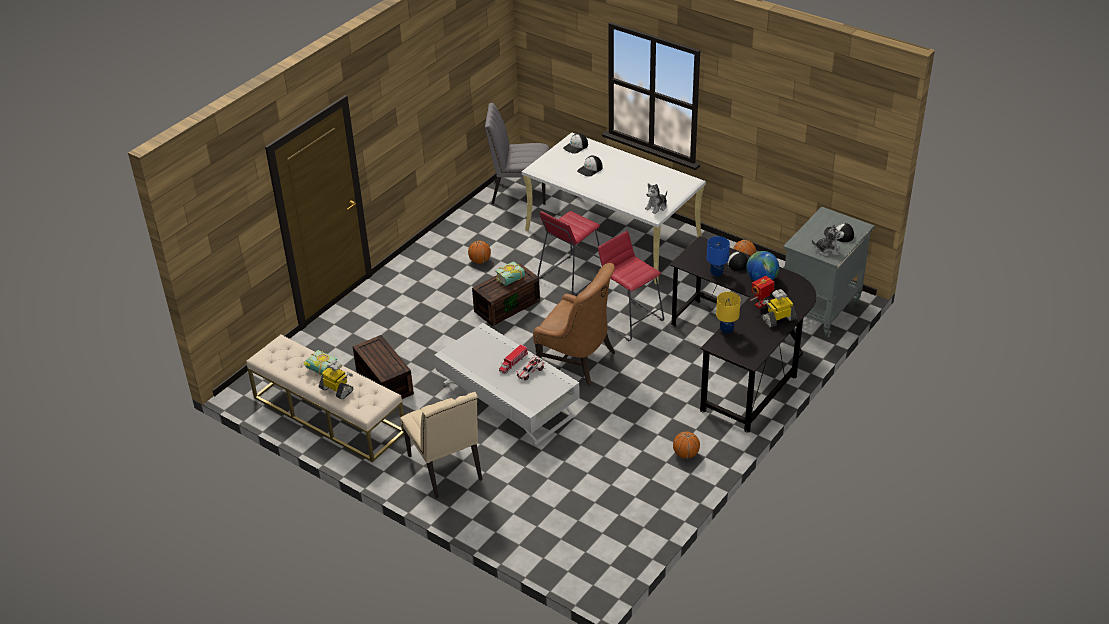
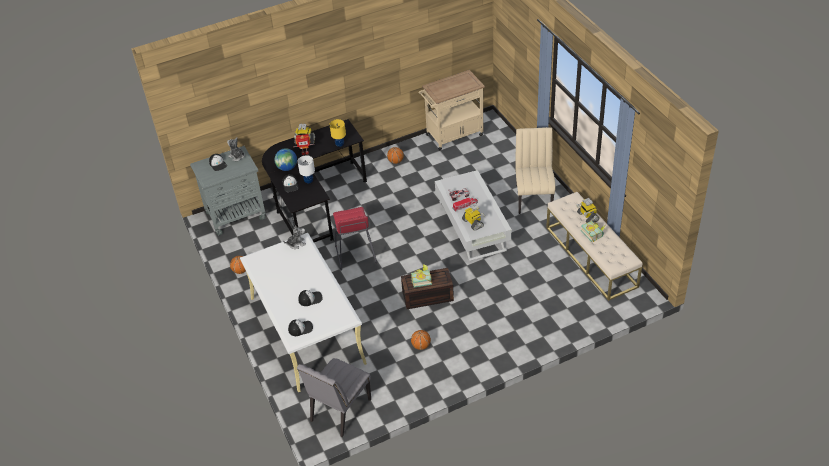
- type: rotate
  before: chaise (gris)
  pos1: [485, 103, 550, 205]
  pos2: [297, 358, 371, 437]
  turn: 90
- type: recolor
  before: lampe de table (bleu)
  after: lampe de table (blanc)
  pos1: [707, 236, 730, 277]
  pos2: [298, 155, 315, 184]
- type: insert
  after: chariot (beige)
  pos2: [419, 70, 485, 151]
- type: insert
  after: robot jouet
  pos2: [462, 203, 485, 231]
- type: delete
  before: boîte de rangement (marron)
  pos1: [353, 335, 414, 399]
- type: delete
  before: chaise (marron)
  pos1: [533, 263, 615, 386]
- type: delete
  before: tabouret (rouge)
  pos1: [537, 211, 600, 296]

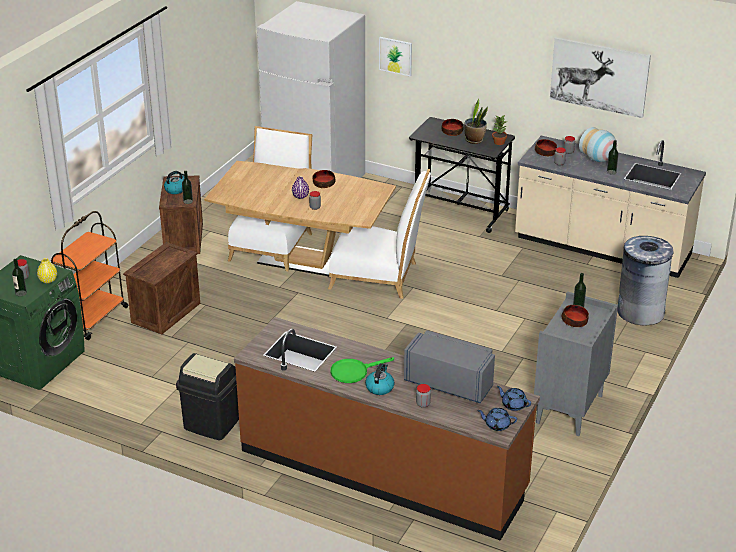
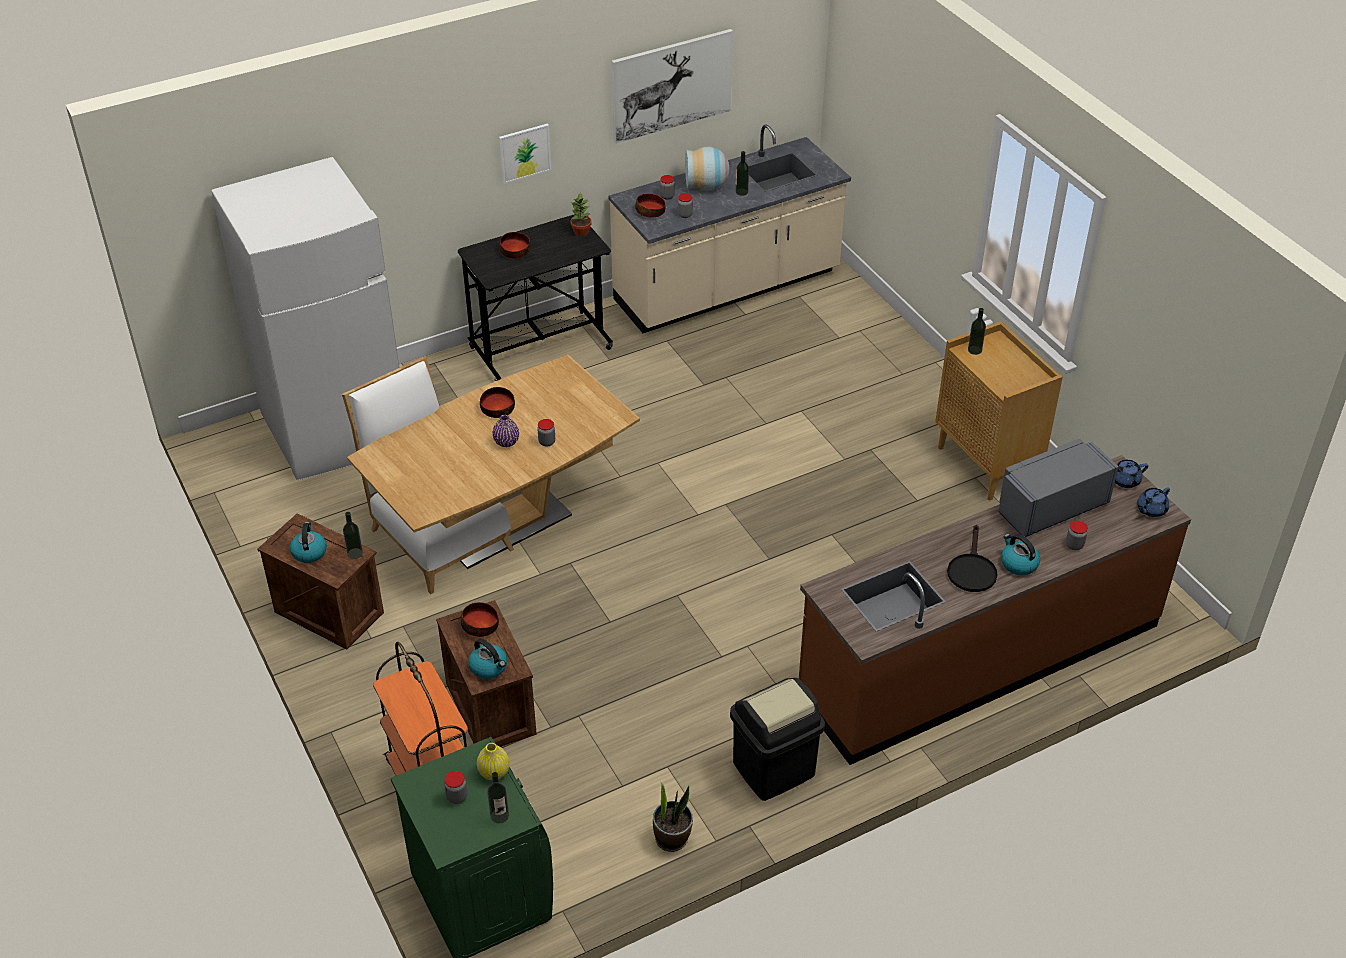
- type: move
  before: bol
  pos1: [562, 305, 589, 327]
  pos2: [461, 602, 499, 637]
- type: insert
  after: bouilloire
  pos2: [468, 639, 507, 679]
- type: move
  before: tableau
  pos1: [379, 37, 412, 77]
  pos2: [499, 124, 552, 184]
- type: move
  before: plante en pot
  pos1: [464, 99, 488, 144]
  pos2: [653, 781, 693, 852]
- type: recolor
  before: meuble de rangement (gris)
  after: meuble de rangement (marron)
  pos1: [534, 291, 618, 436]
  pos2: [935, 321, 1063, 500]
- type: recolor
  before: poêle (vert)
  after: poêle (noir)
  pos1: [330, 357, 394, 383]
  pos2: [947, 525, 998, 592]
- type: delete
  before: chaise (blanc)
  pos1: [328, 169, 431, 299]
- type: delete
  before: poubelle (gris)
  pos1: [617, 236, 674, 325]

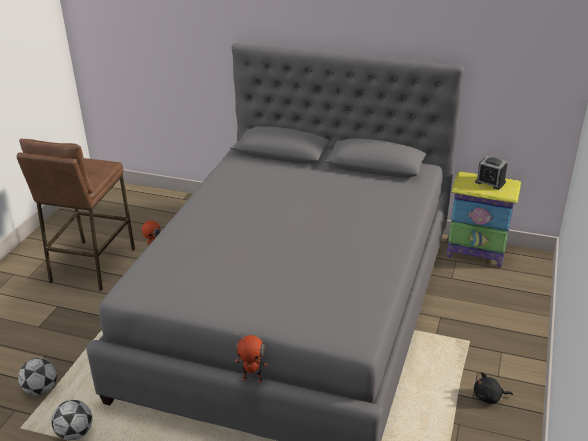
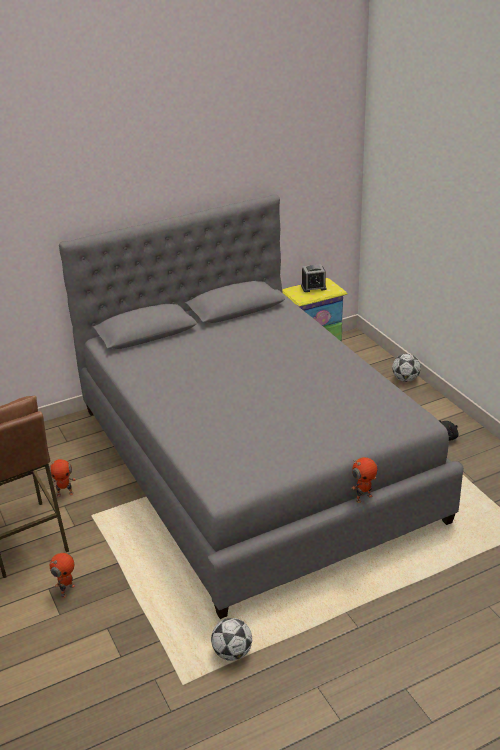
- type: insert
  after: robot jouet
  pos2: [49, 553, 75, 598]
- type: move
  before: ballon de foot
  pos1: [18, 358, 57, 395]
  pos2: [392, 354, 421, 382]

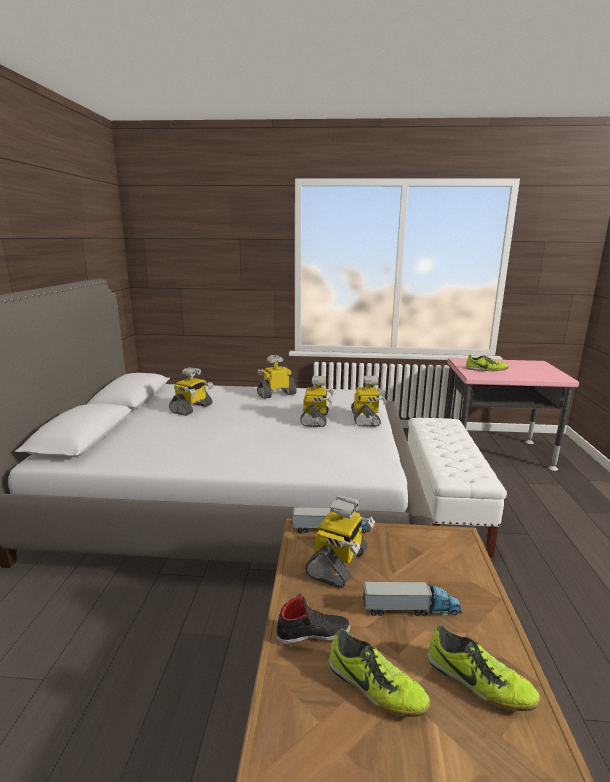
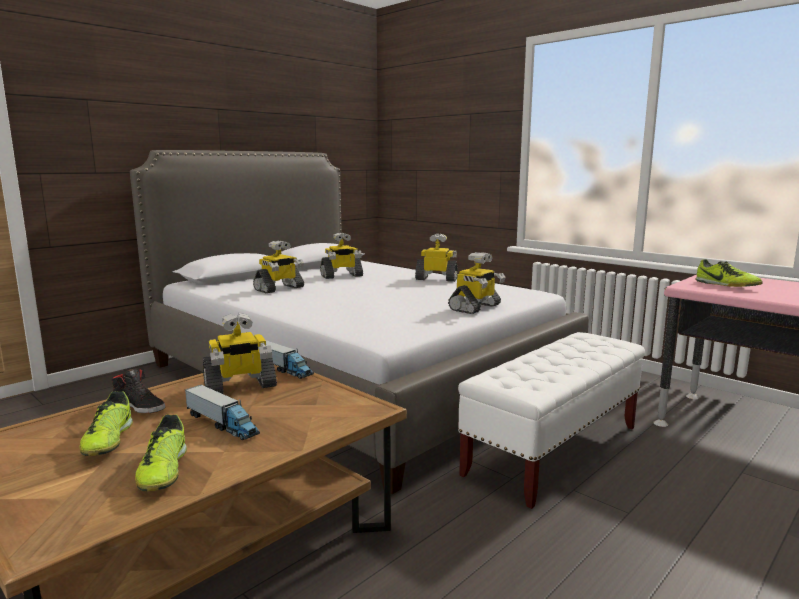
- type: move
  before: robot jouet
  pos1: [300, 376, 334, 427]
  pos2: [253, 241, 304, 293]

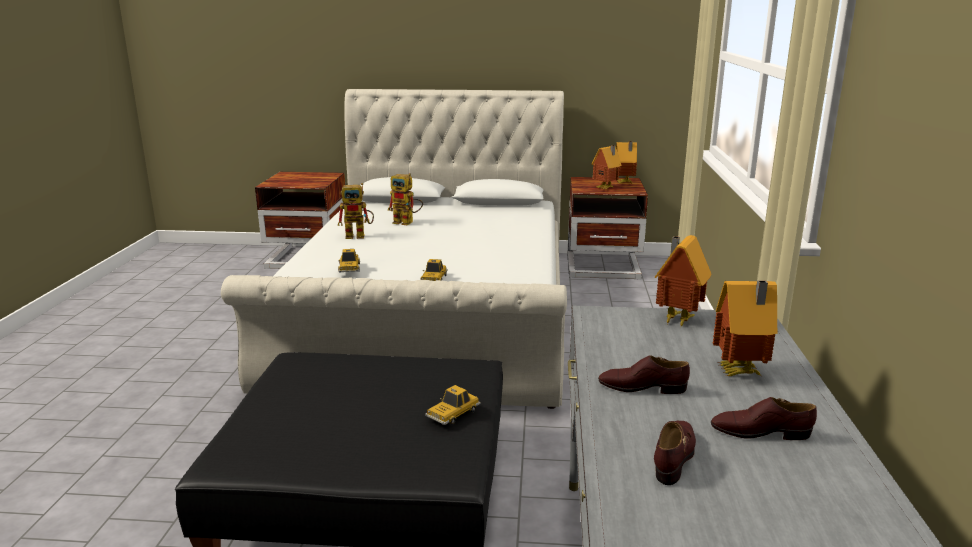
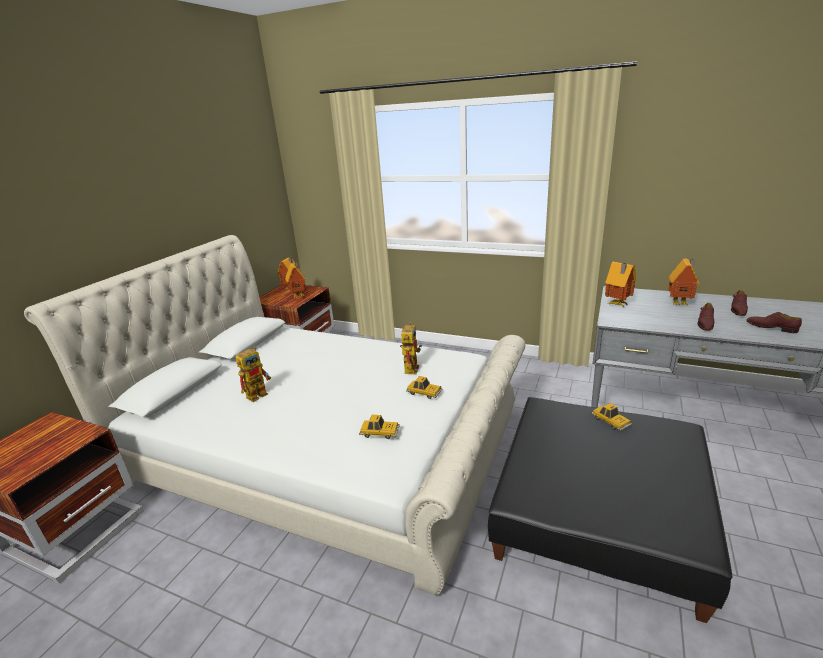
- type: move
  before: robot jouet
  pos1: [338, 183, 374, 239]
  pos2: [400, 321, 422, 374]

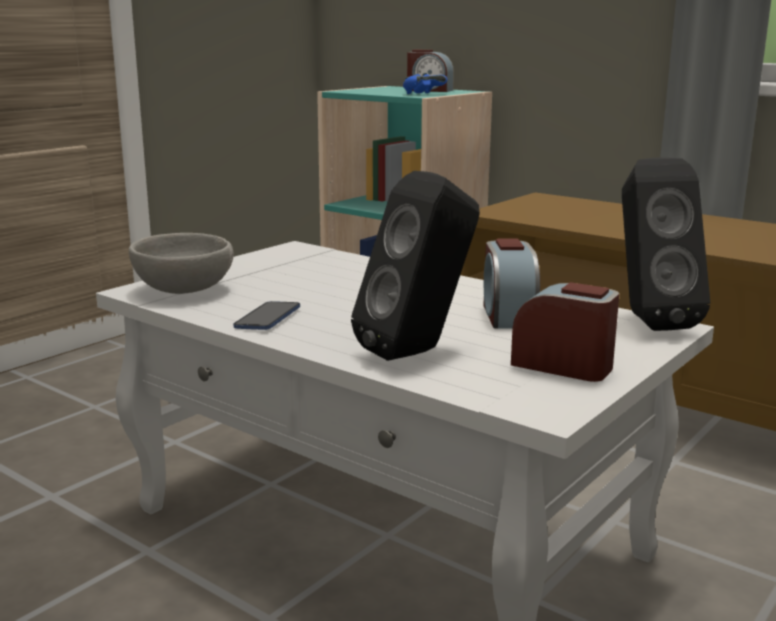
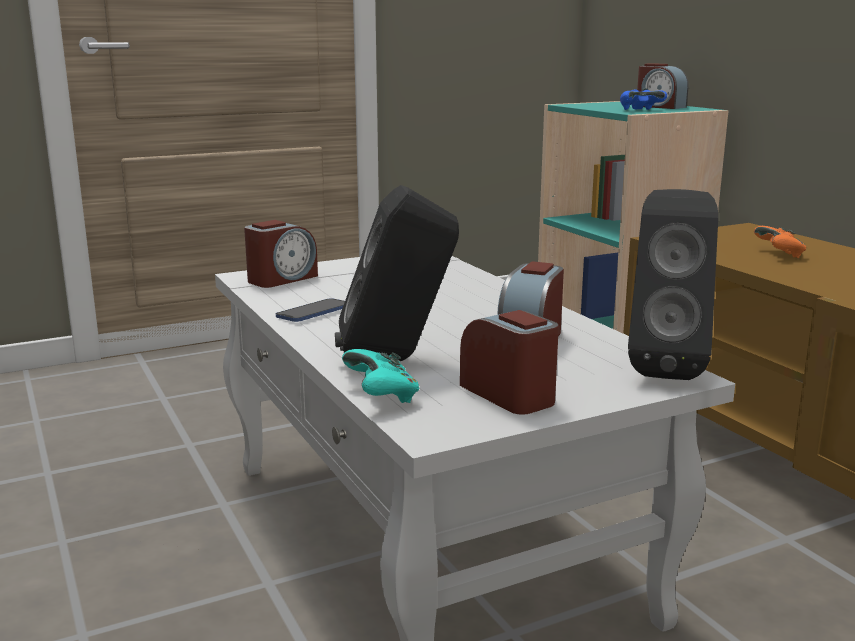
- type: replace
  before: bol (gris)
  after: réveil
  pos1: [129, 233, 234, 294]
  pos2: [244, 220, 318, 288]
- type: insert
  after: manette (turquoise)
  pos2: [342, 349, 419, 403]
- type: insert
  after: manette (orange)
  pos2: [754, 226, 806, 258]

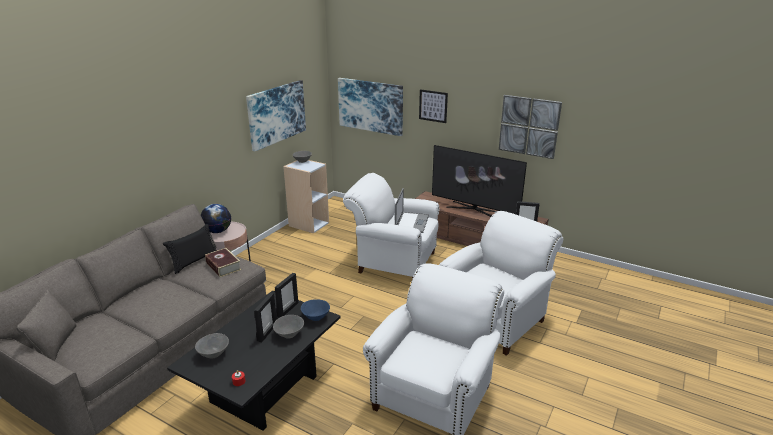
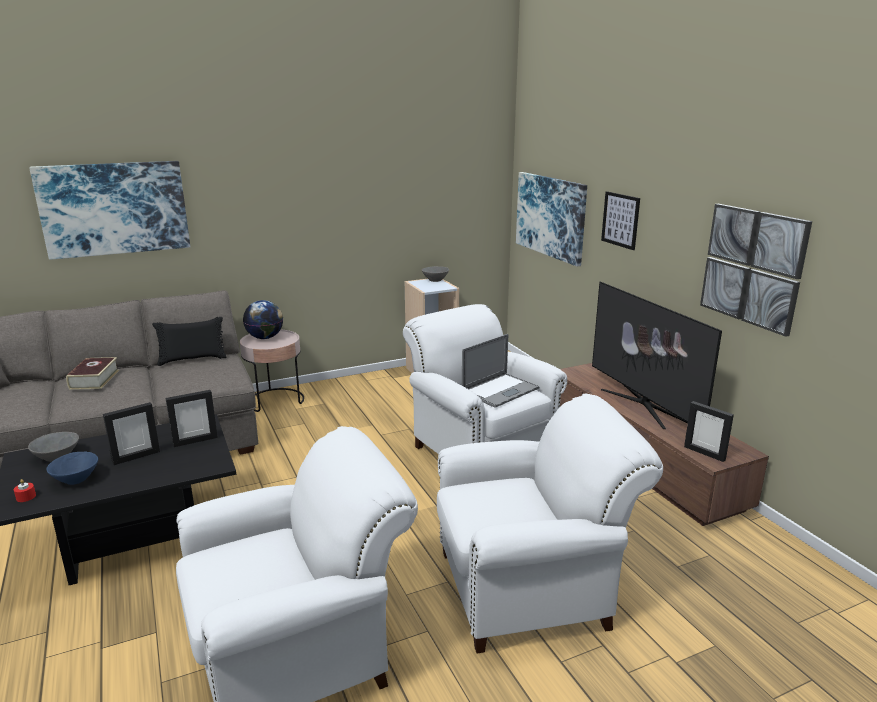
- type: move
  before: tableau
  pos1: [246, 80, 306, 151]
  pos2: [29, 161, 190, 260]
- type: move
  before: bol (bleu)
  pos1: [301, 299, 330, 321]
  pos2: [46, 452, 98, 485]
- type: move
  before: livre
  pos1: [205, 248, 241, 277]
  pos2: [66, 357, 119, 390]
- type: delete
  before: bol (gris)
  pos1: [273, 315, 304, 339]

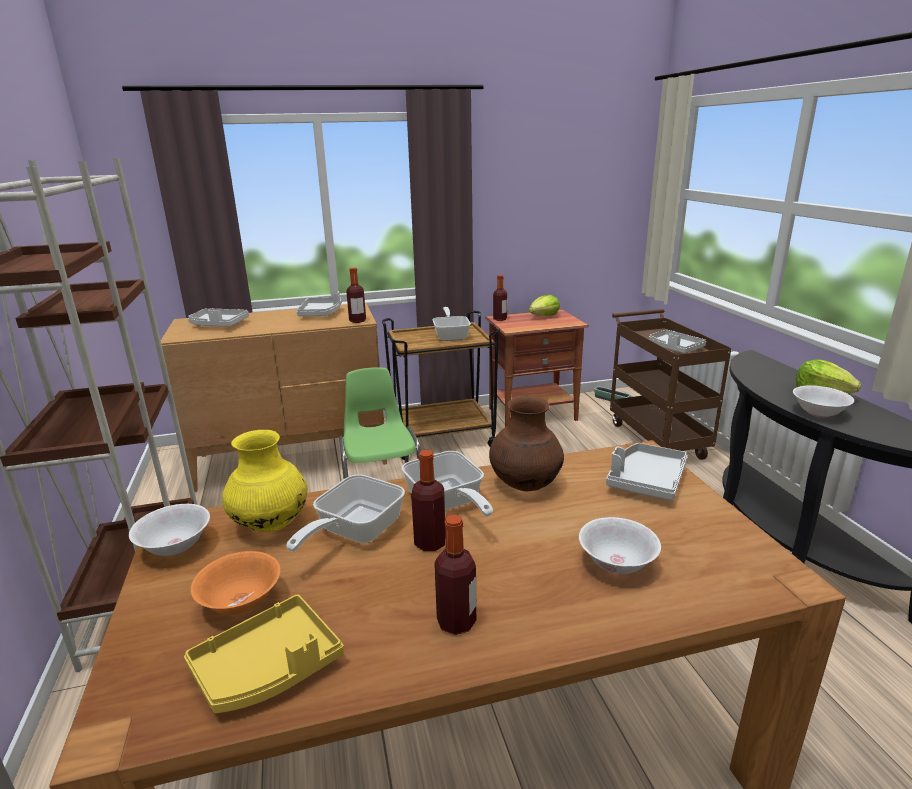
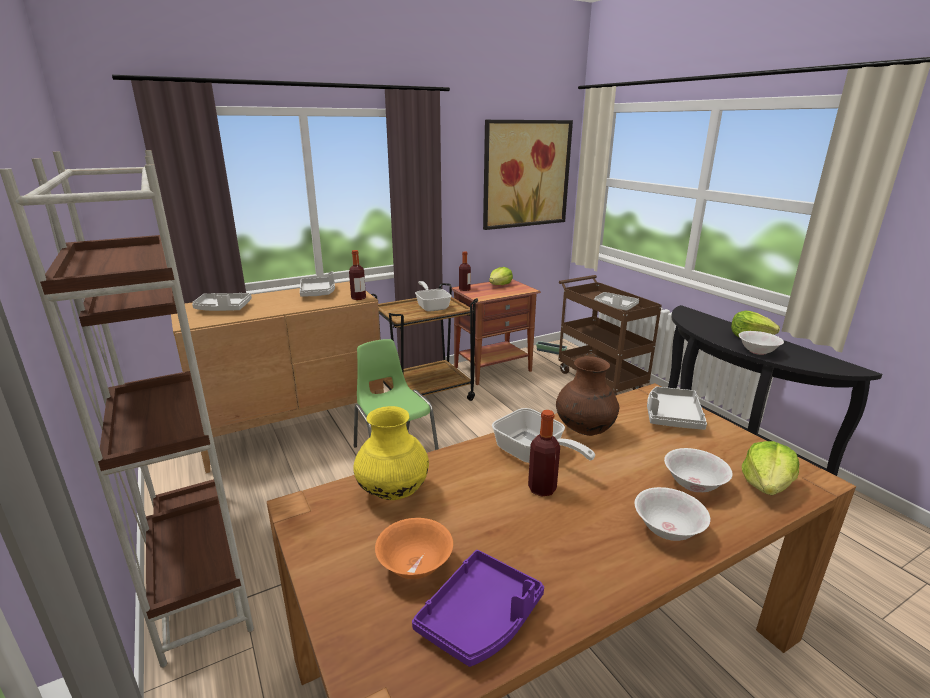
- type: recolor
  before: plateau (jaune)
  after: plateau (violet)
  pos1: [184, 594, 344, 713]
  pos2: [412, 550, 544, 667]
- type: insert
  after: tableau
  pos2: [483, 120, 573, 230]
- type: move
  before: bol (blanc)
  pos1: [129, 504, 210, 556]
  pos2: [635, 487, 710, 541]
- type: insert
  after: laitue
  pos2: [742, 441, 799, 495]
- type: delete
  before: poêle
  pos1: [286, 474, 405, 552]
- type: delete
  before: bouteille
  pos1: [434, 515, 476, 635]

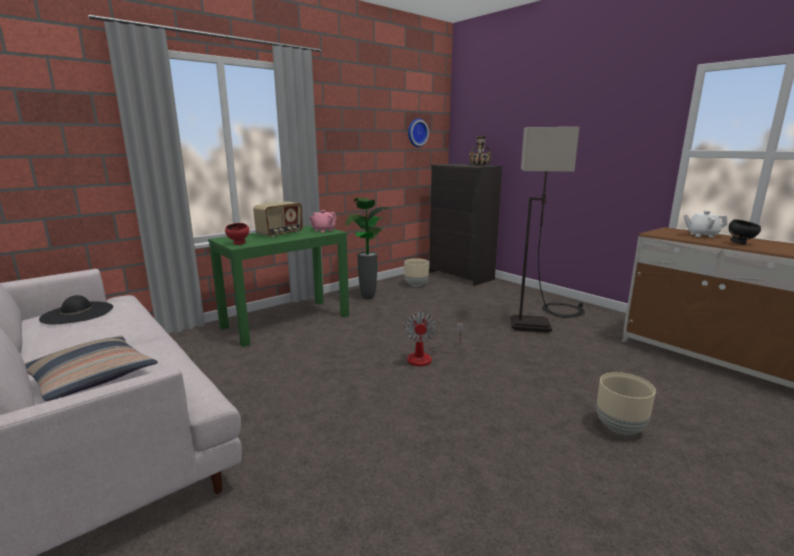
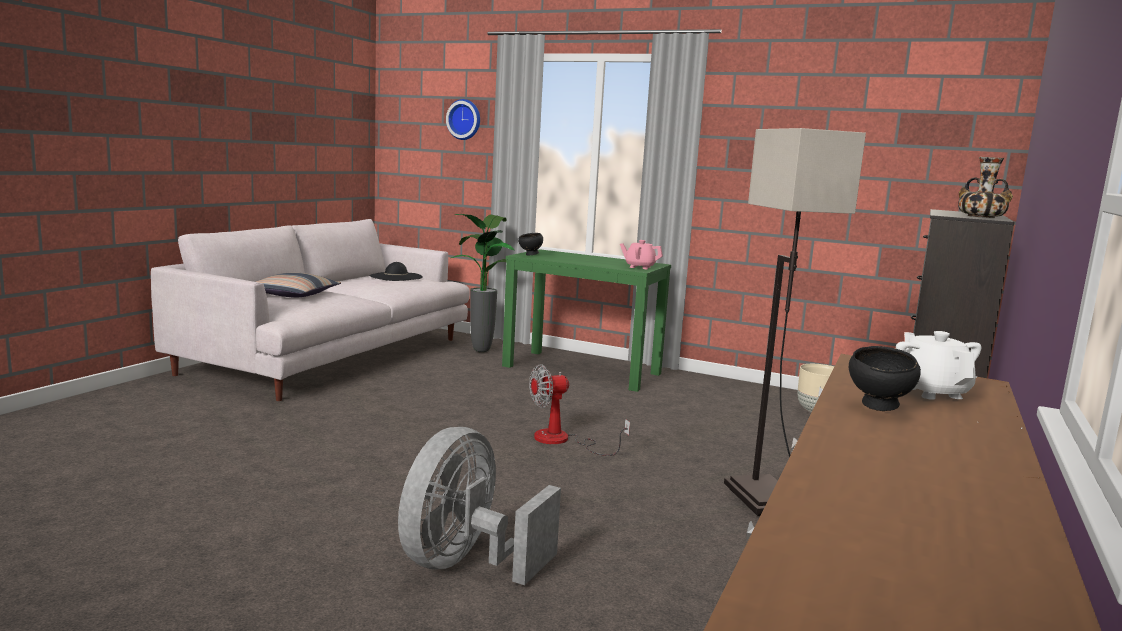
- type: replace
  before: cache-pot (beige)
  after: ventilateur (gris)
  pos1: [597, 372, 656, 435]
  pos2: [398, 427, 561, 585]
- type: move
  before: horloge murale
  pos1: [408, 118, 429, 147]
  pos2: [446, 99, 480, 140]
- type: move
  before: plante en pot
  pos1: [346, 198, 391, 299]
  pos2: [451, 214, 514, 352]
- type: recolor
  before: bol (rouge)
  after: bol (noir)
  pos1: [225, 223, 249, 245]
  pos2: [518, 233, 543, 255]
- type: delete
  before: radio
  pos1: [253, 201, 303, 237]

